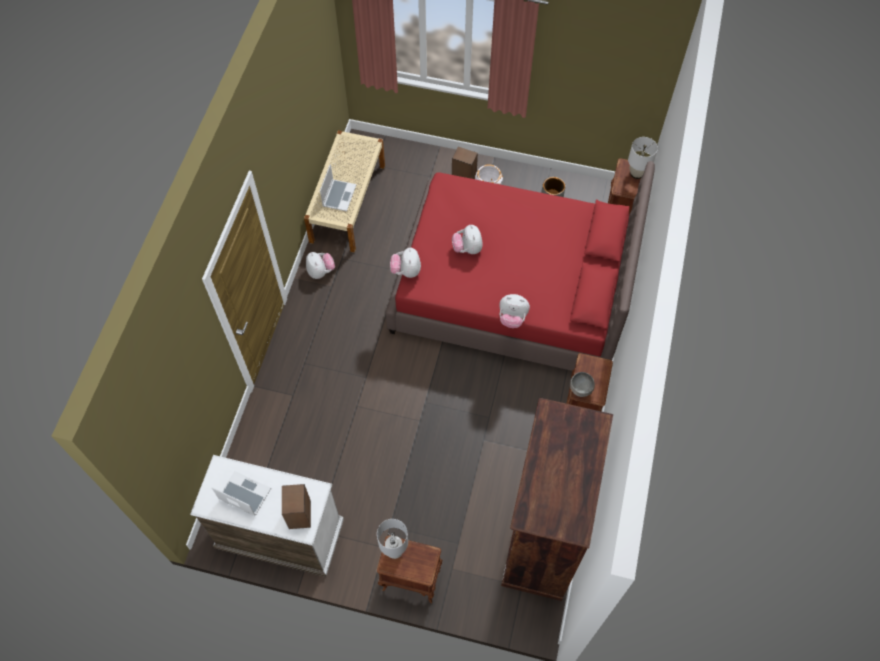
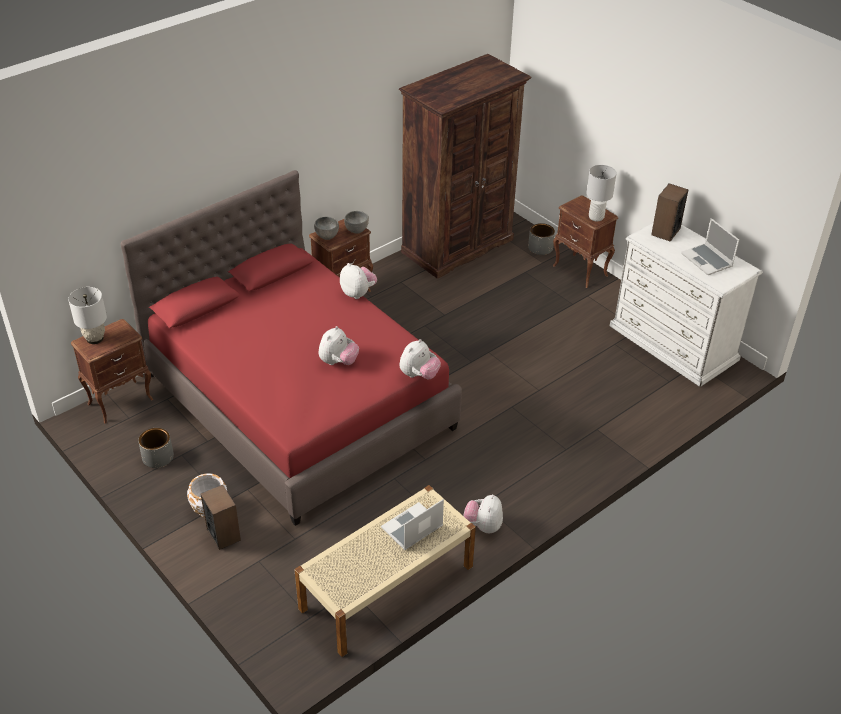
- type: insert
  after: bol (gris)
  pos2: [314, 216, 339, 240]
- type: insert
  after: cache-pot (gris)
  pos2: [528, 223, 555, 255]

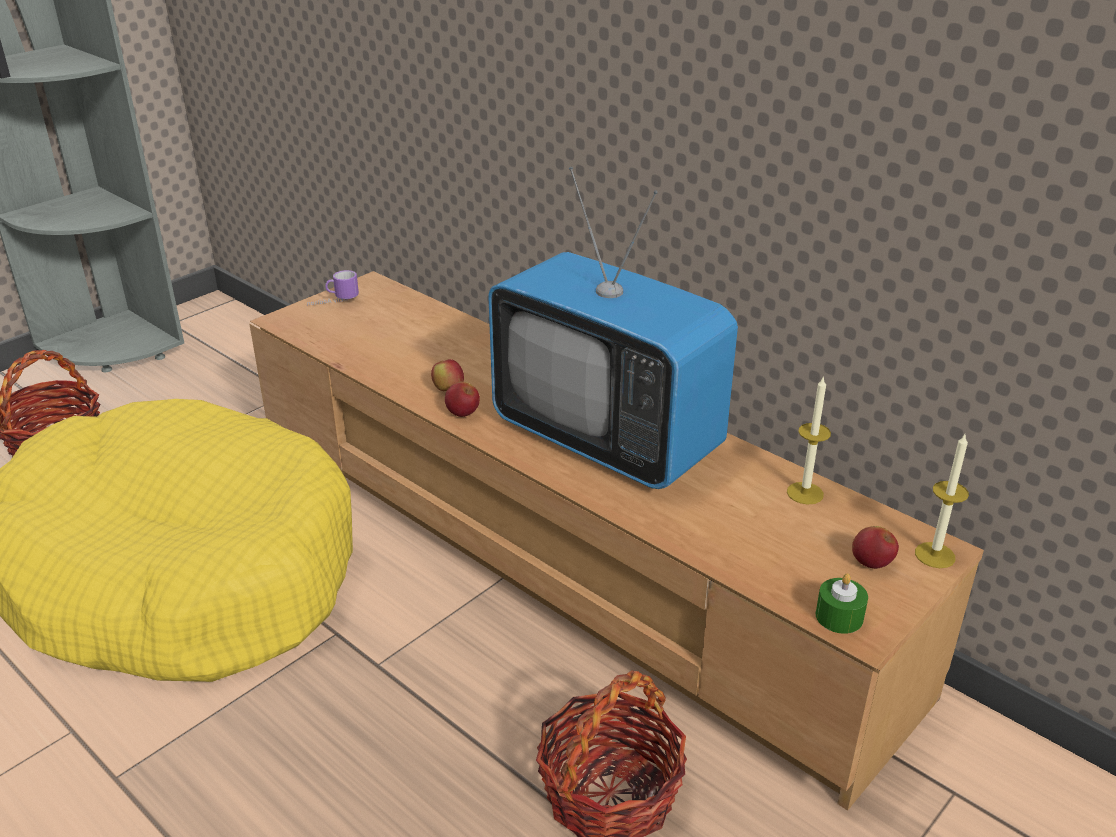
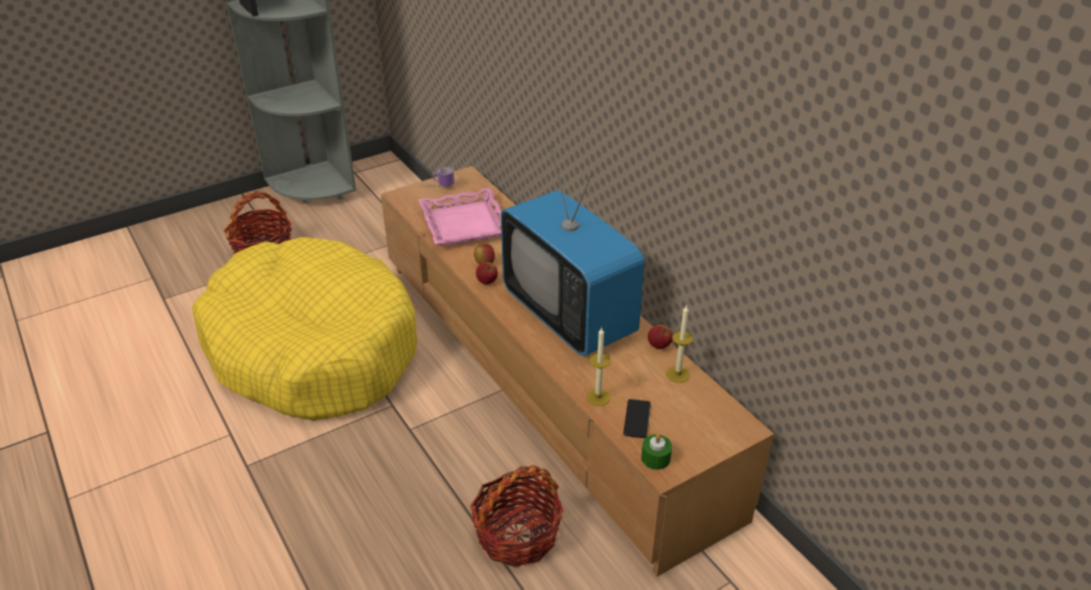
- type: insert
  after: plateau (rose)
  pos2: [418, 188, 501, 246]
- type: move
  before: bougie
  pos1: [915, 434, 969, 568]
  pos2: [586, 327, 611, 406]
- type: insert
  after: téléphone
  pos2: [623, 399, 651, 438]
- type: move
  before: pomme
  pos1: [852, 526, 899, 569]
  pos2: [648, 325, 673, 349]

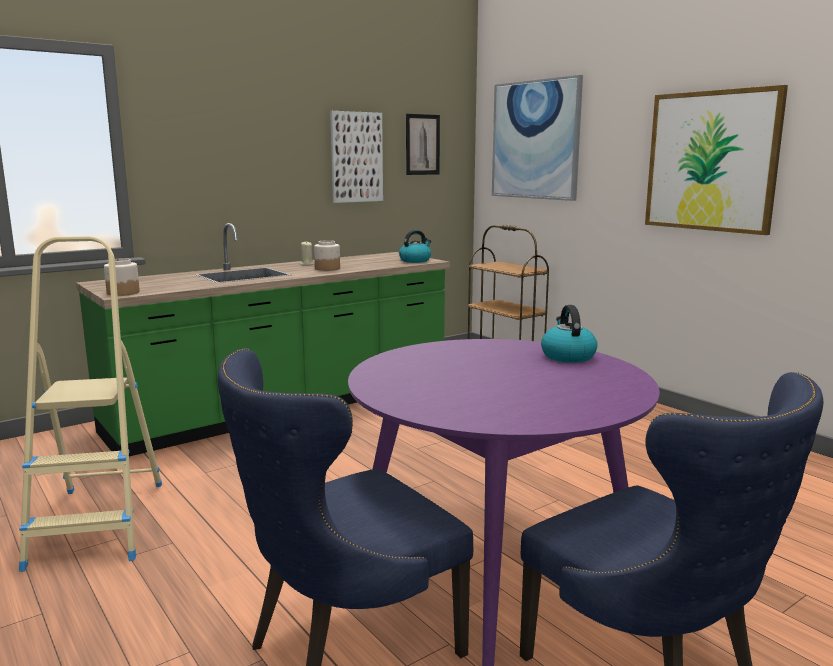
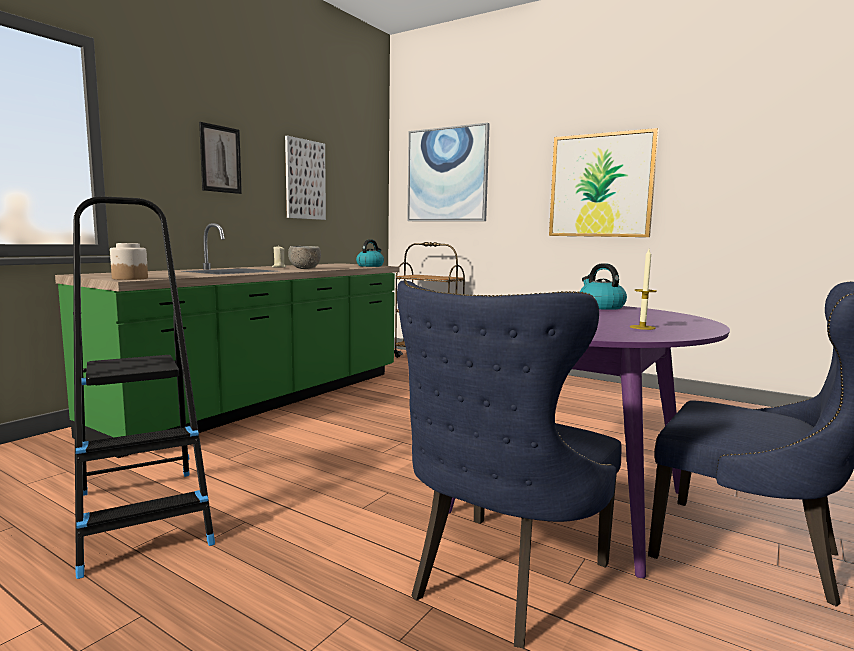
- type: recolor
  before: escabeau (beige)
  after: escabeau (noir)
  pos1: [19, 236, 162, 572]
  pos2: [73, 196, 215, 579]
- type: move
  before: tableau
  pos1: [406, 114, 440, 175]
  pos2: [199, 122, 242, 194]
- type: replace
  before: bocal
  after: bol (gris)
  pos1: [314, 240, 340, 271]
  pos2: [288, 246, 321, 269]
- type: insert
  after: bougie
  pos2: [630, 249, 657, 330]

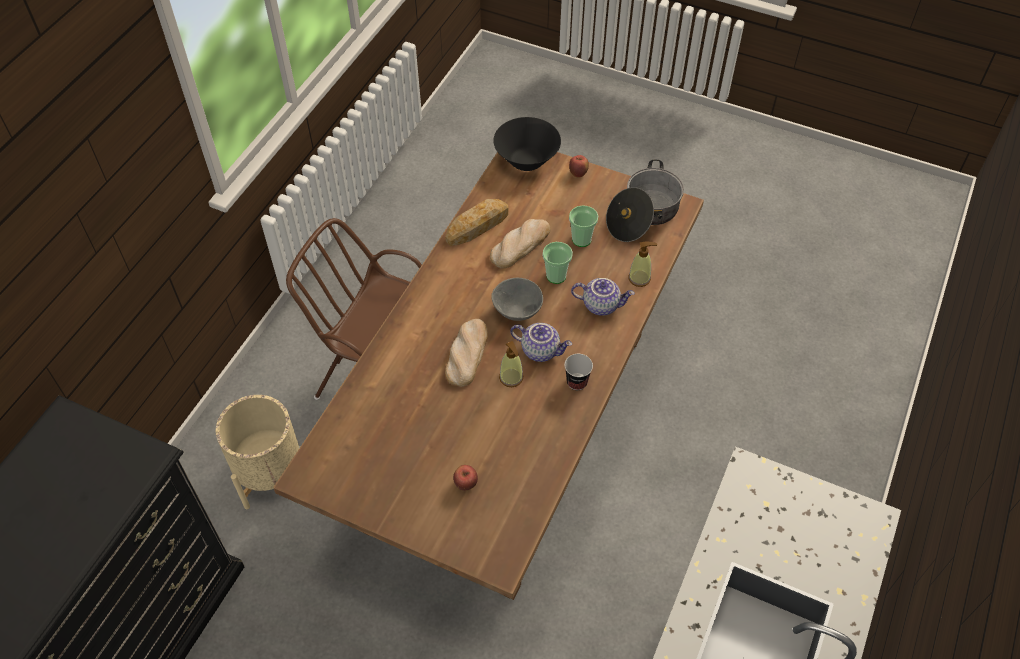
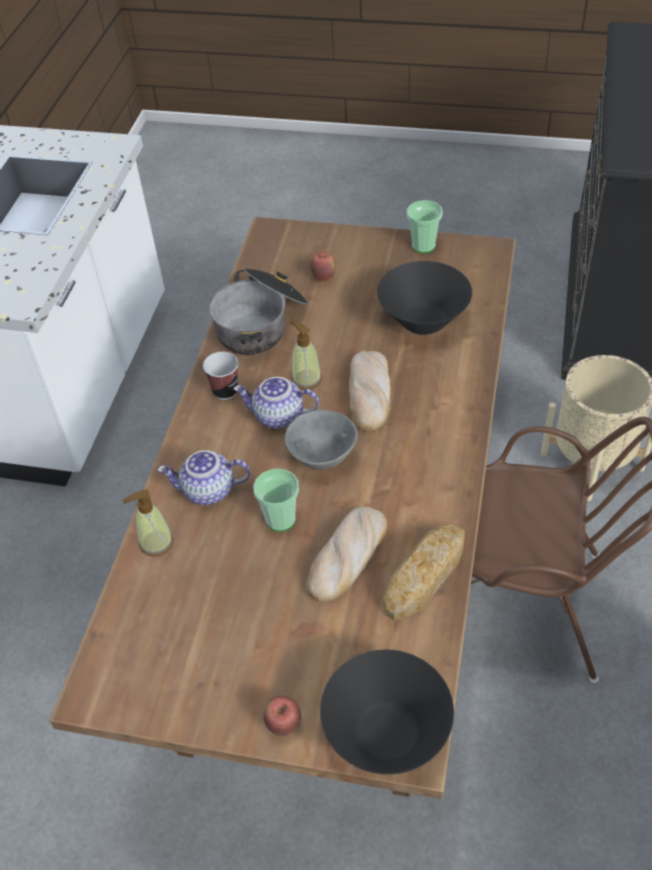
- type: move
  before: marmite
  pos1: [606, 159, 684, 242]
  pos2: [209, 268, 308, 355]
- type: insert
  after: bol (noir)
  pos2: [377, 261, 472, 335]
- type: move
  before: tasse
  pos1: [569, 205, 598, 247]
  pos2: [407, 200, 443, 253]

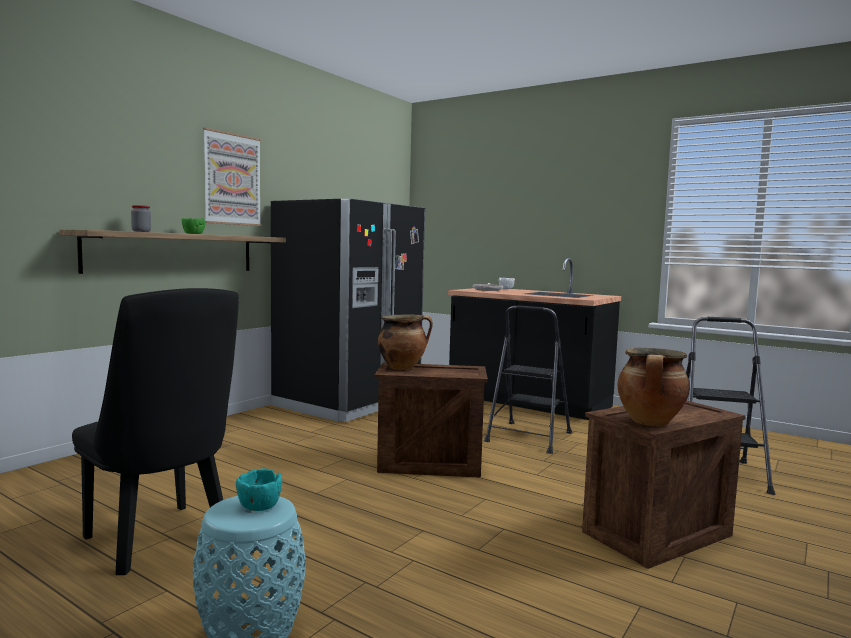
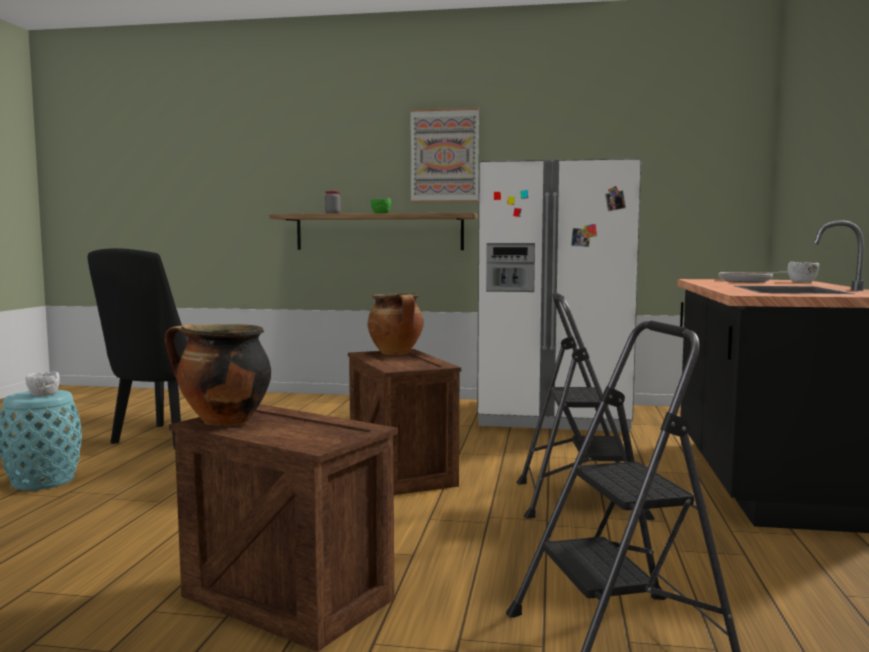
- type: recolor
  before: bol (turquoise)
  after: bol (blanc)
  pos1: [236, 469, 282, 511]
  pos2: [26, 372, 60, 397]
- type: recolor
  before: réfrigérateur (noir)
  after: réfrigérateur (blanc)
  pos1: [271, 198, 425, 422]
  pos2: [477, 158, 641, 432]

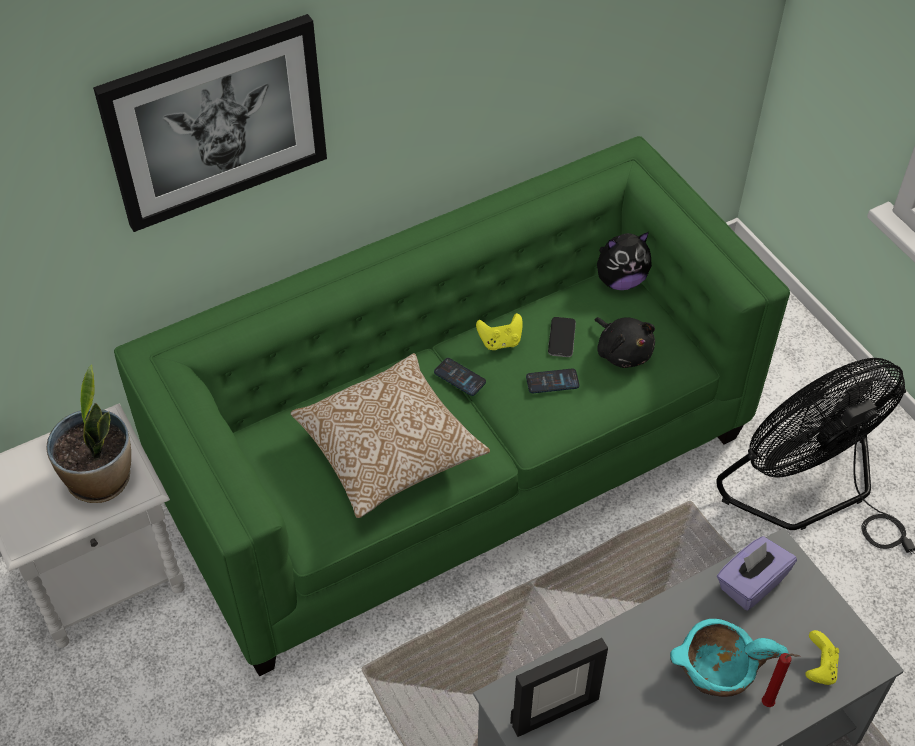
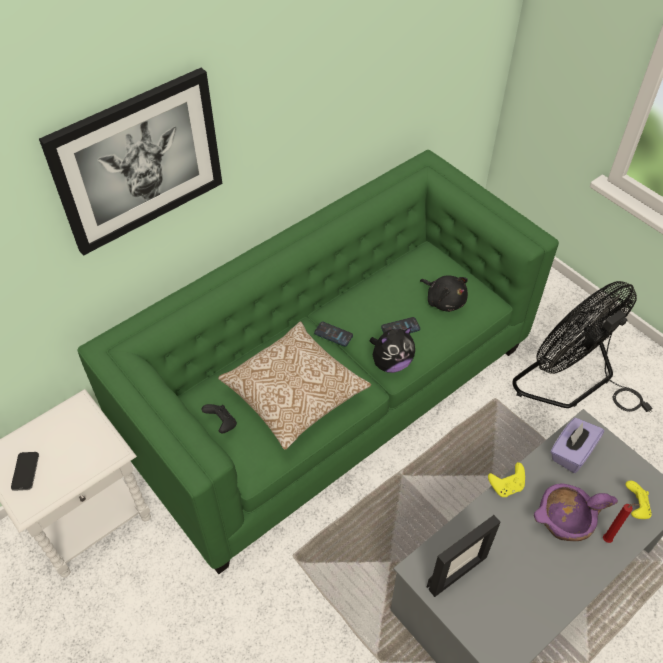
- type: move
  before: téléphone
  pos1: [548, 317, 576, 357]
  pos2: [11, 452, 39, 491]
- type: insert
  after: manette (noir)
  pos2: [201, 404, 237, 433]
- type: move
  before: peluche
  pos1: [597, 232, 652, 290]
  pos2: [370, 327, 415, 373]
- type: move
  before: manette (jaune)
  pos1: [476, 313, 523, 350]
  pos2: [488, 462, 525, 497]
- type: recolor
  before: bol (turquoise)
  after: bol (violet)
  pos1: [670, 619, 788, 697]
  pos2: [534, 484, 618, 541]
- type: delete
  before: plante en pot
  pos1: [46, 364, 131, 503]

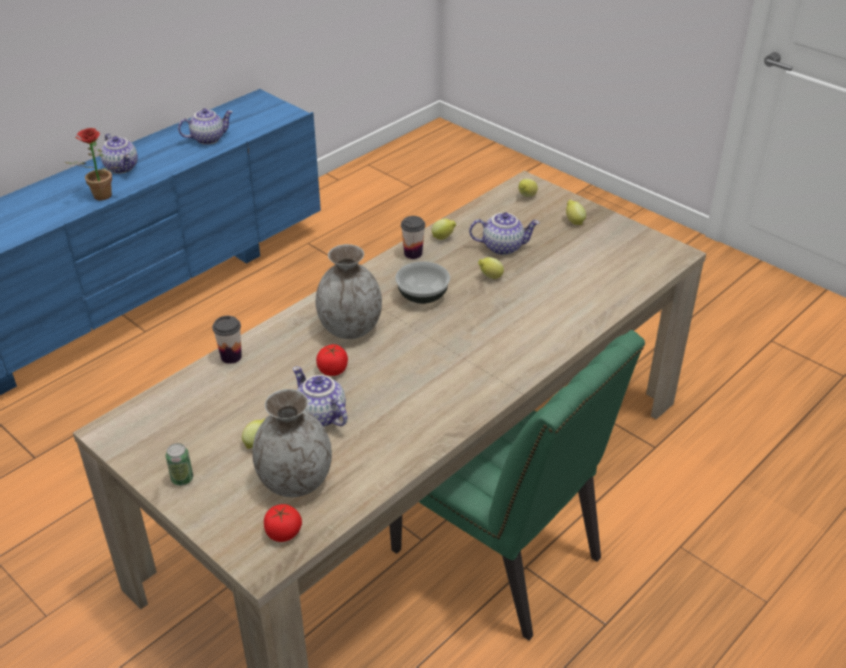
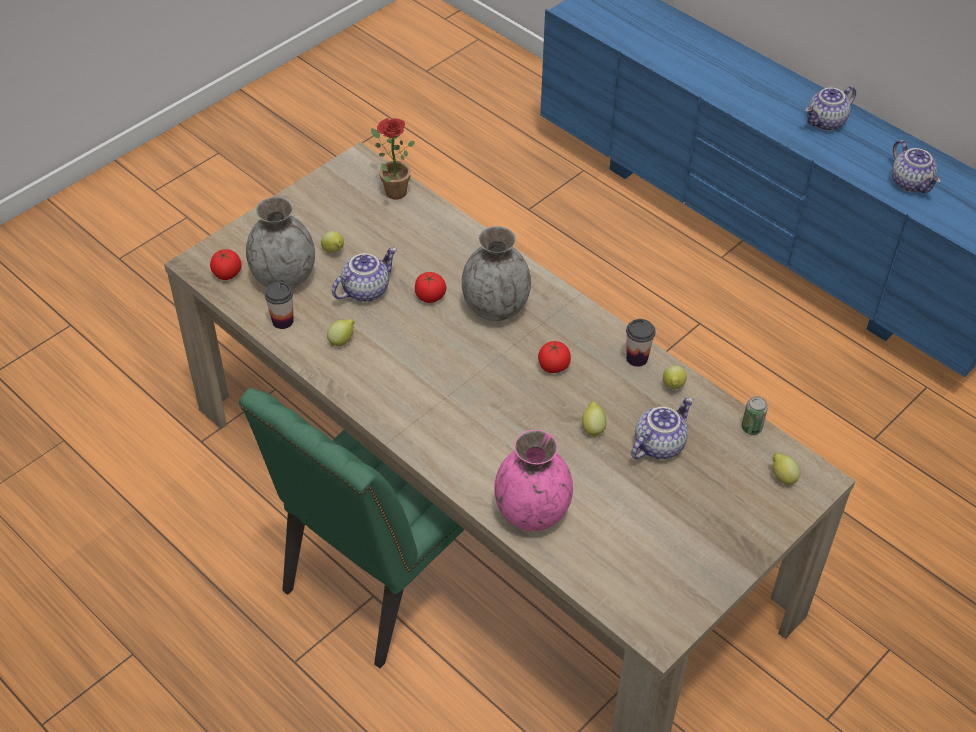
- type: move
  before: tasse
  pos1: [212, 316, 242, 364]
  pos2: [264, 282, 294, 329]
- type: move
  before: citron
  pos1: [566, 200, 586, 225]
  pos2: [327, 319, 354, 346]
- type: move
  before: plante en pot
  pos1: [65, 128, 122, 200]
  pos2: [371, 118, 415, 199]
- type: insert
  after: vase (rose)
  pos2: [494, 430, 573, 531]
- type: replace
  before: bol
  after: tomate
  pos1: [395, 261, 450, 304]
  pos2: [538, 341, 571, 373]
- type: rotate
  before: théière
  pos1: [469, 212, 540, 255]
  pos2: [631, 397, 693, 459]
  turn: -135
- type: move
  before: boîte métallique
  pos1: [166, 443, 193, 486]
  pos2: [742, 396, 768, 435]

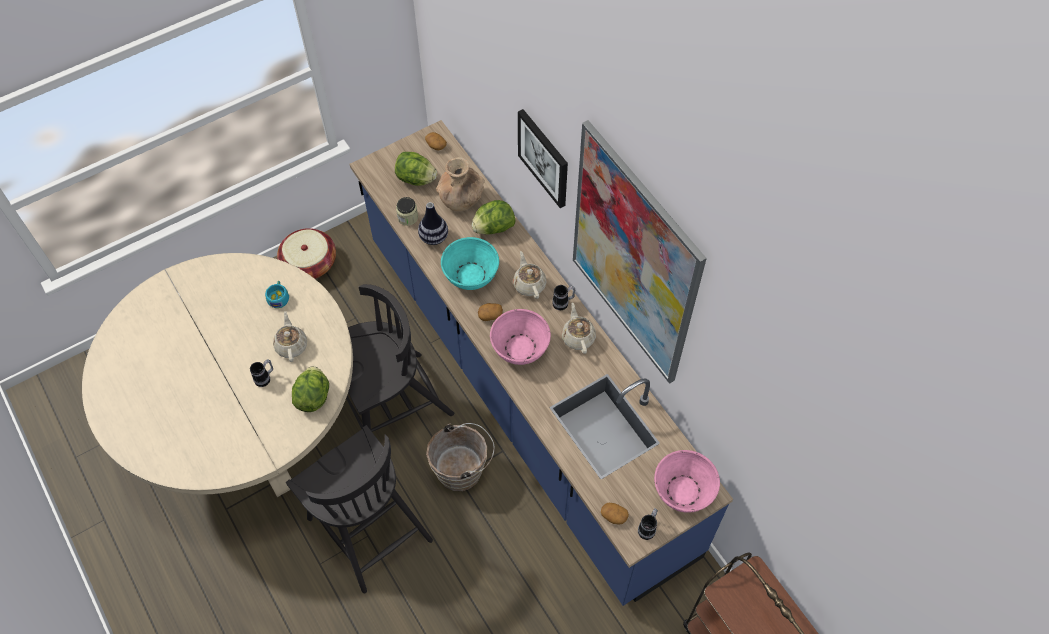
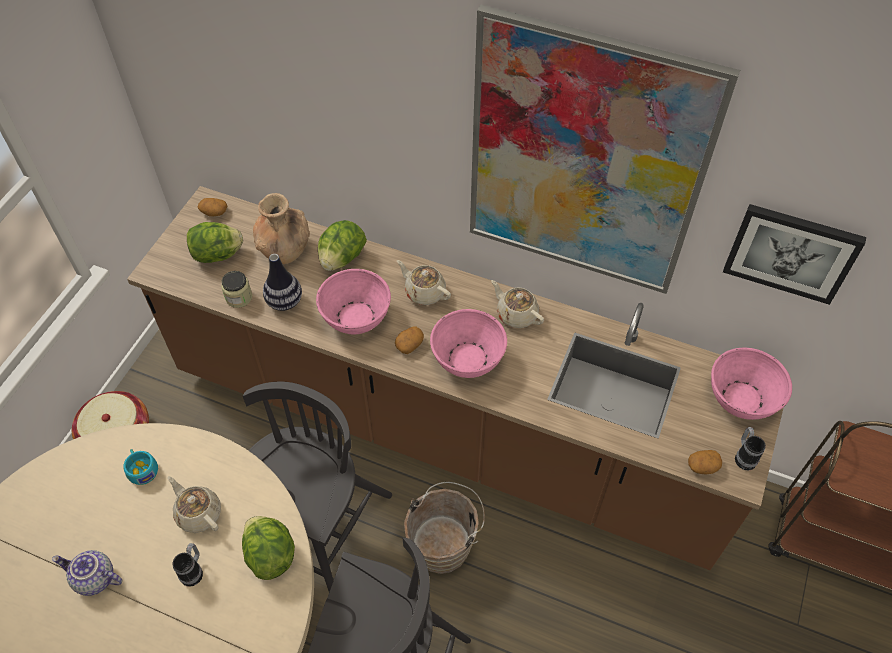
- type: insert
  after: théière
  pos2: [52, 550, 122, 596]
- type: recolor
  before: comptoir de cuisine (bleu)
  after: comptoir de cuisine (marron)
  pos1: [350, 120, 733, 606]
  pos2: [127, 186, 784, 570]
- type: recolor
  before: bol (turquoise)
  after: bol (rose)
  pos1: [441, 237, 499, 290]
  pos2: [316, 269, 391, 334]
- type: move
  before: tableau
  pos1: [518, 109, 568, 208]
  pos2: [723, 204, 866, 305]
- type: delete
  before: mug
  pos1: [552, 285, 575, 311]

